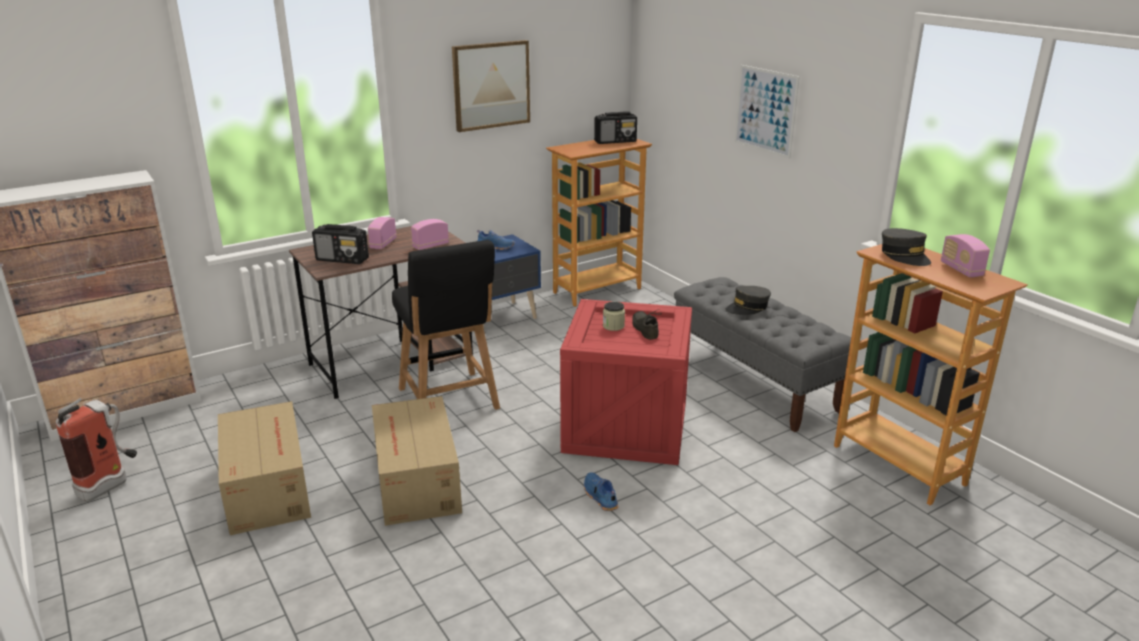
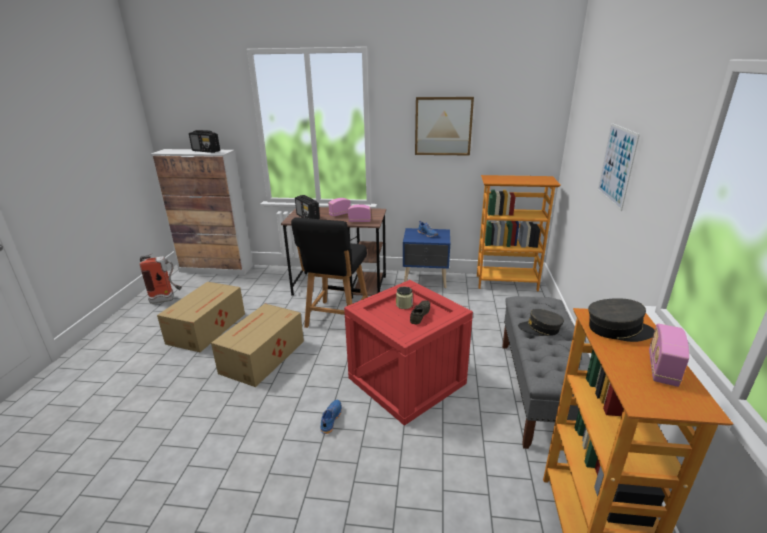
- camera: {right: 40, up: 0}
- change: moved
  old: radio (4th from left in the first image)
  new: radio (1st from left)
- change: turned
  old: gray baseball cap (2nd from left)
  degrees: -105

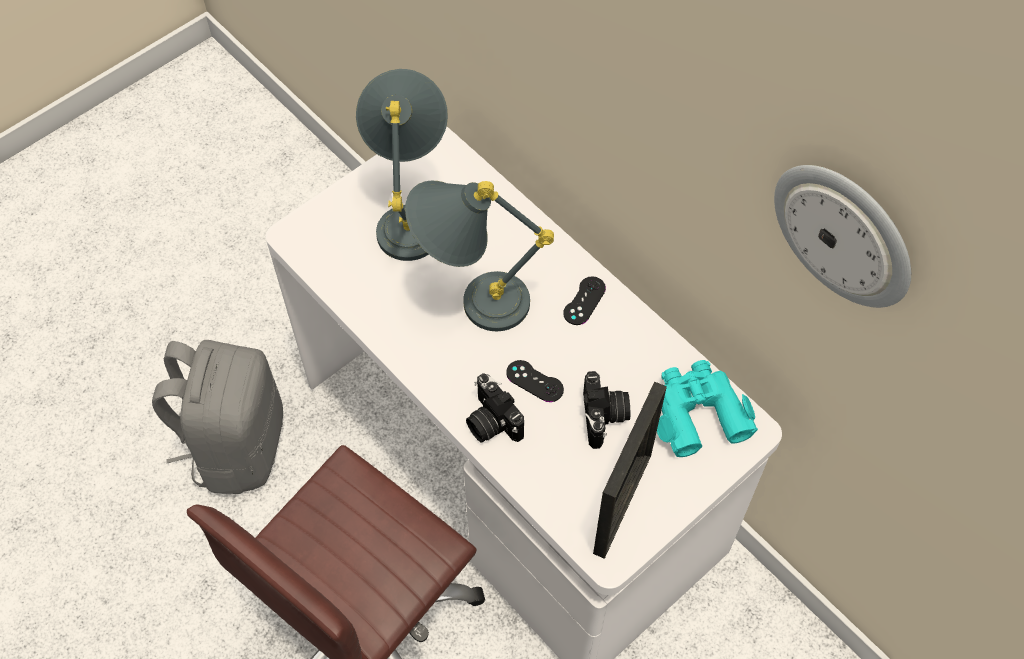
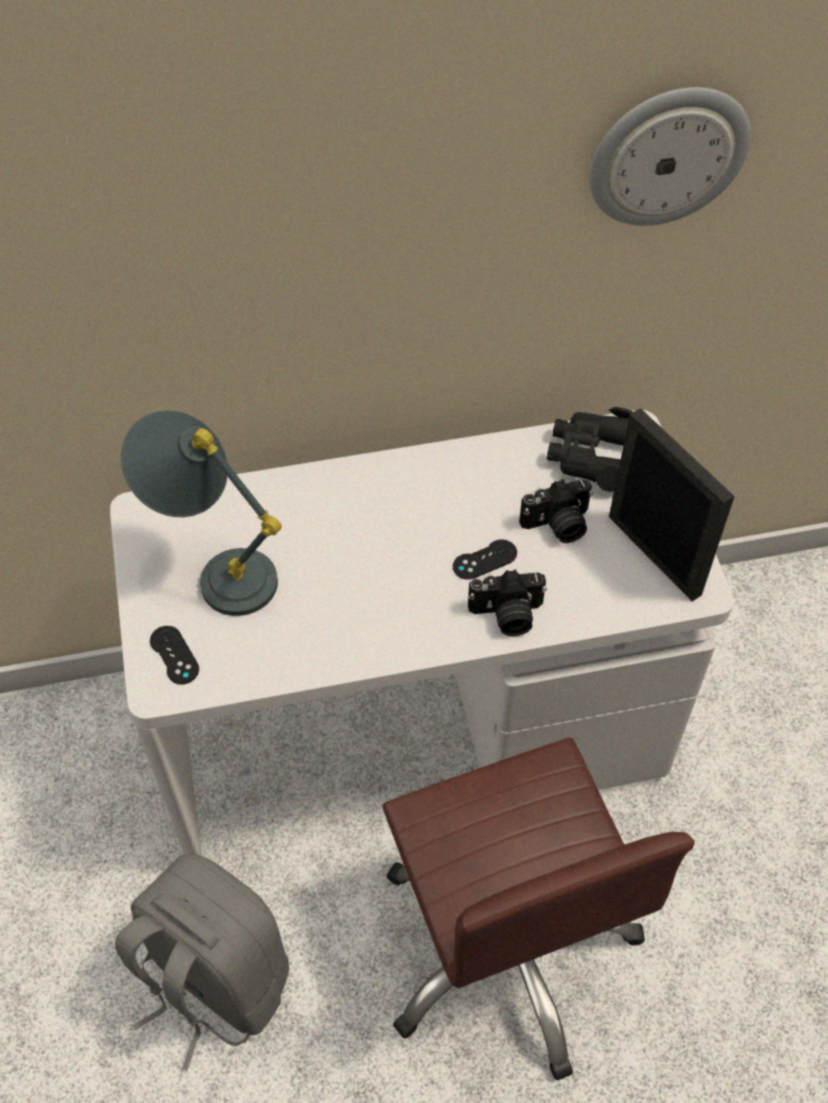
- camera: {right: -60, up: -5}
- change: moved
  old: black-coloured game controller (2nd from left in the first image)
  new: black-coloured game controller (1st from left)
- change: turned
  old: still camera (2nd from left)
  degrees: 135
- change: recoloured
  old: blue-green field glasses
  new: black-coloured field glasses
- change: removed
  old: gray table lamp (2nd from left)

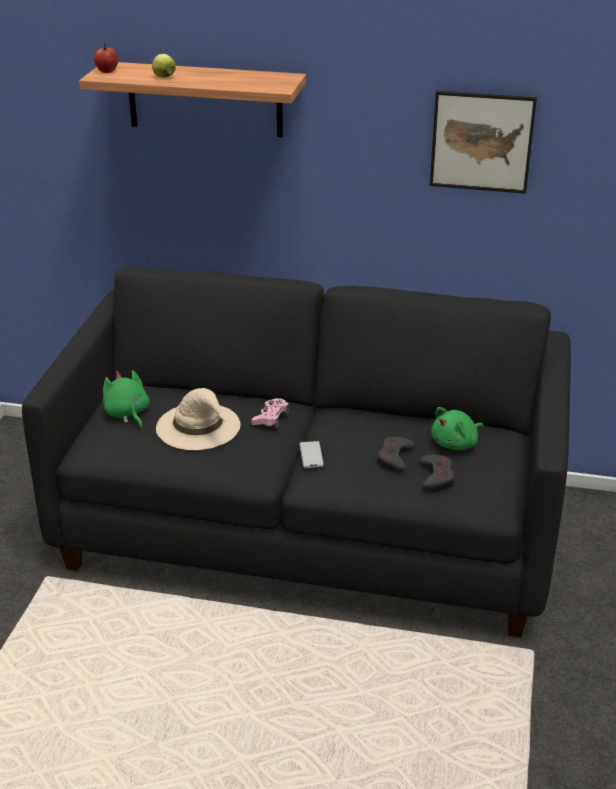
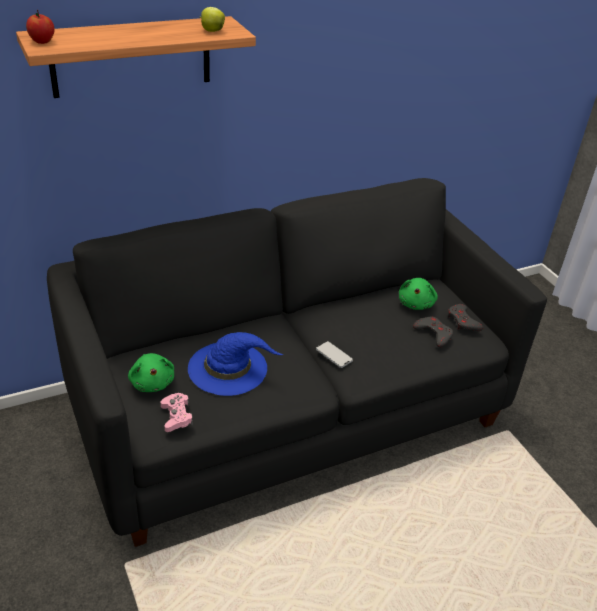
- camera: {right: -40, up: 5}
- change: turned
  old: greenish cuddly toy (1st from left)
  degrees: -135
- change: moved
  old: pink-coloured game controller
- change: recoloured
  old: beige-coloured wearable hat
  new: blue-coloured wearable hat
- change: moved
  old: apple (2nd from left)
- change: moved
  old: gray game controller (1st from left in the first image)
  new: gray game controller (2nd from left)
- change: removed
  old: picture

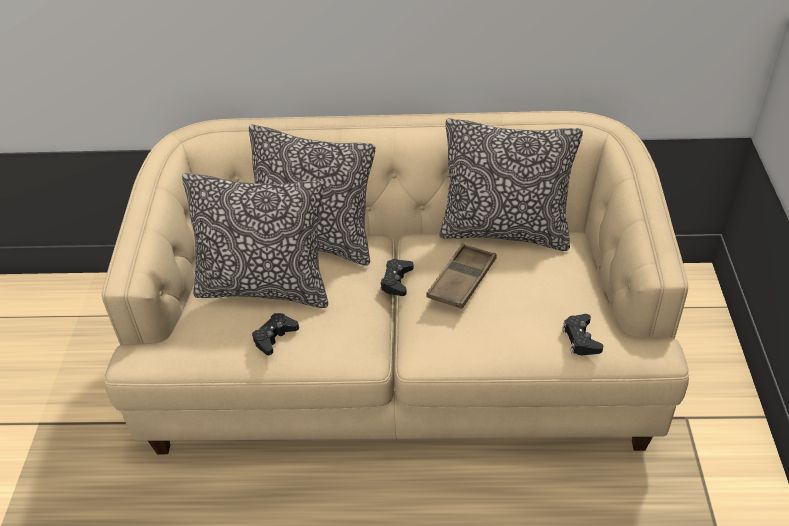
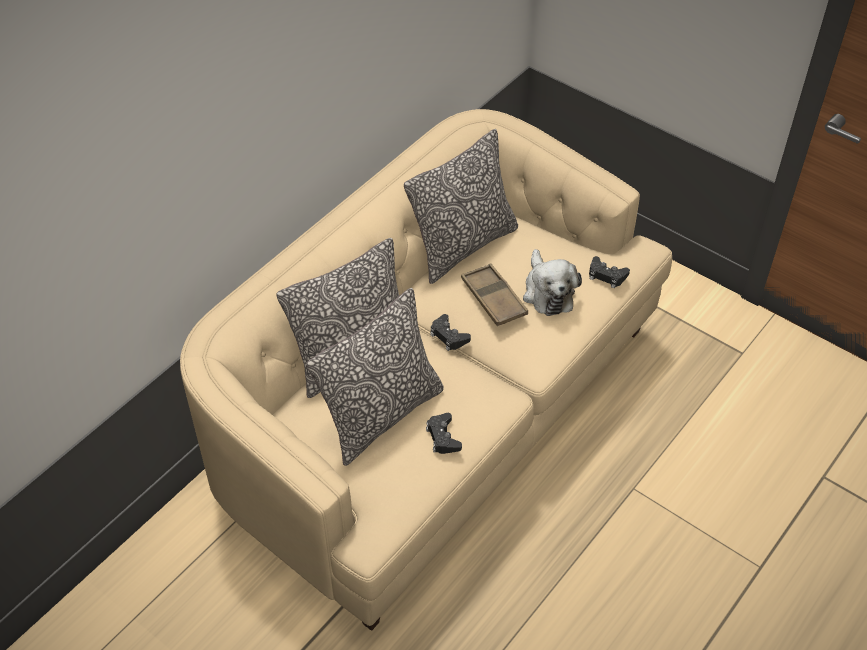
- camera: {right: -55, up: 5}
- change: added
  new: cuddly toy

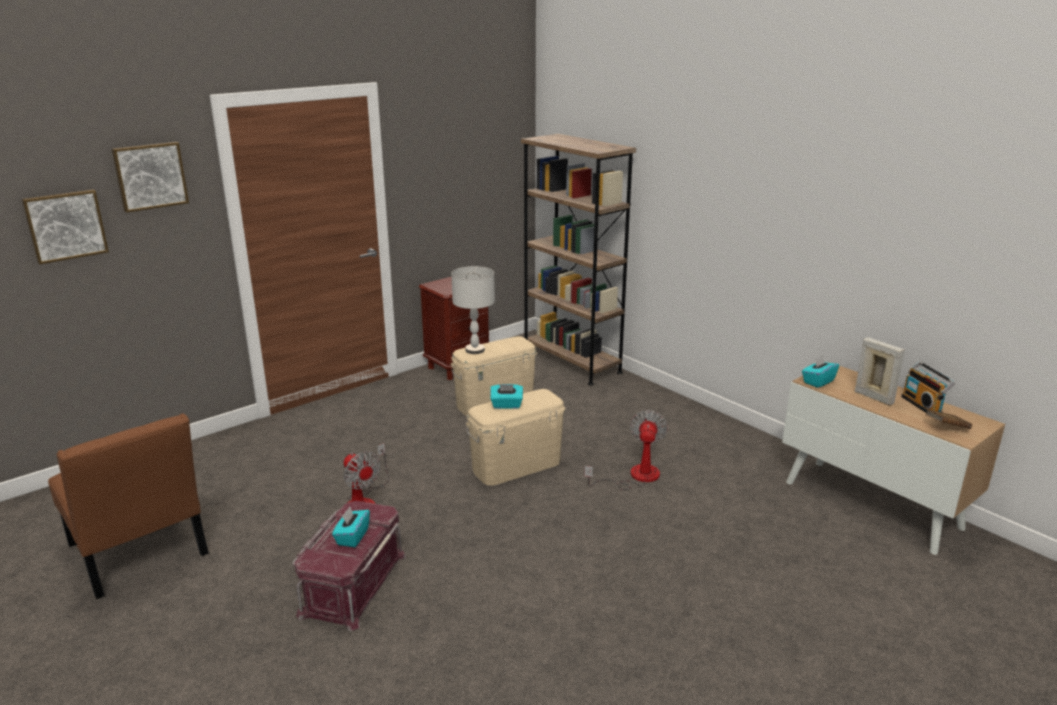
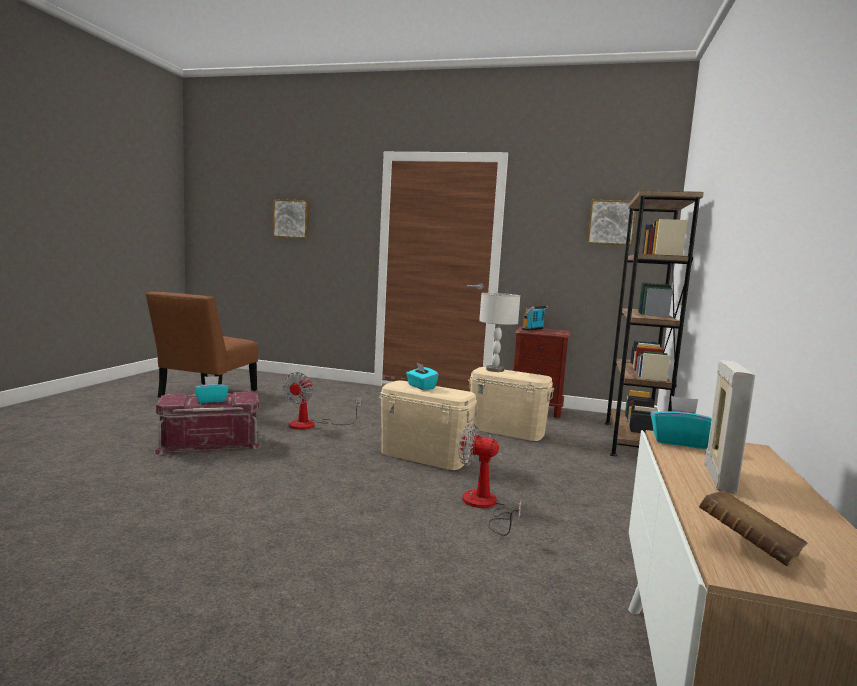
- camera: {right: 55, up: -15}
- change: turned
  old: cooling fan (2nd from left)
  degrees: -135
- change: moved
  old: radio
- change: moved
  old: picture (2nd from left)

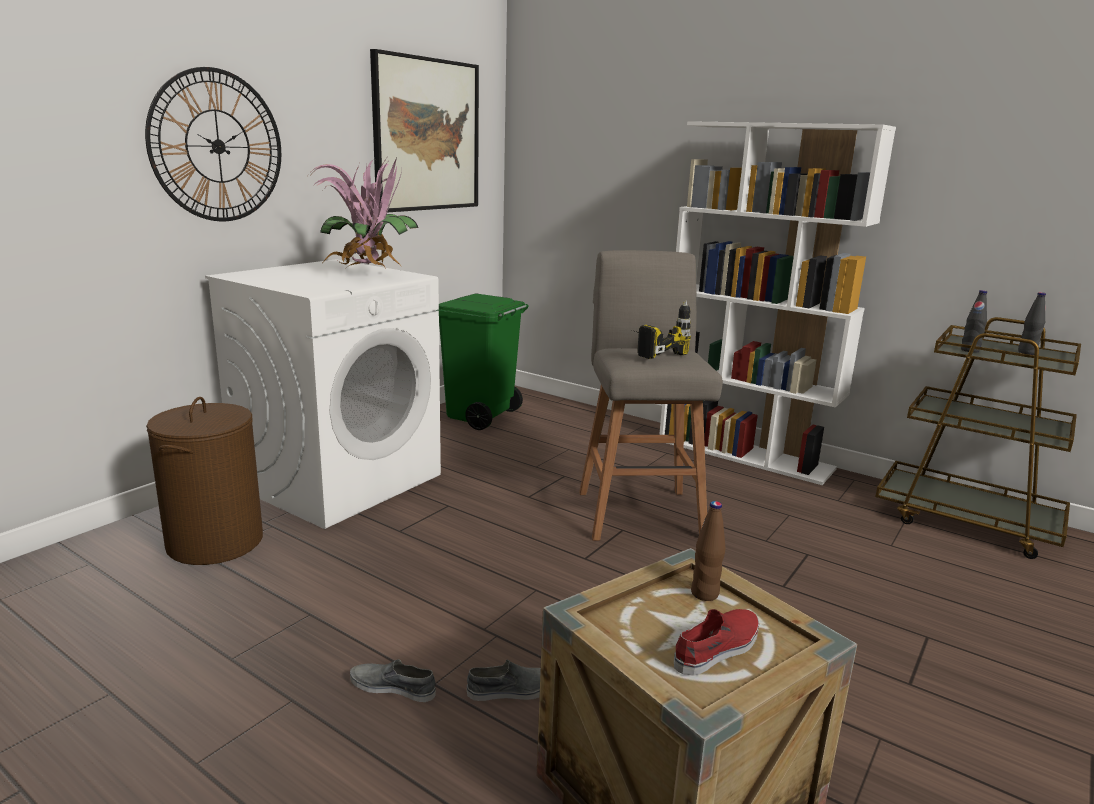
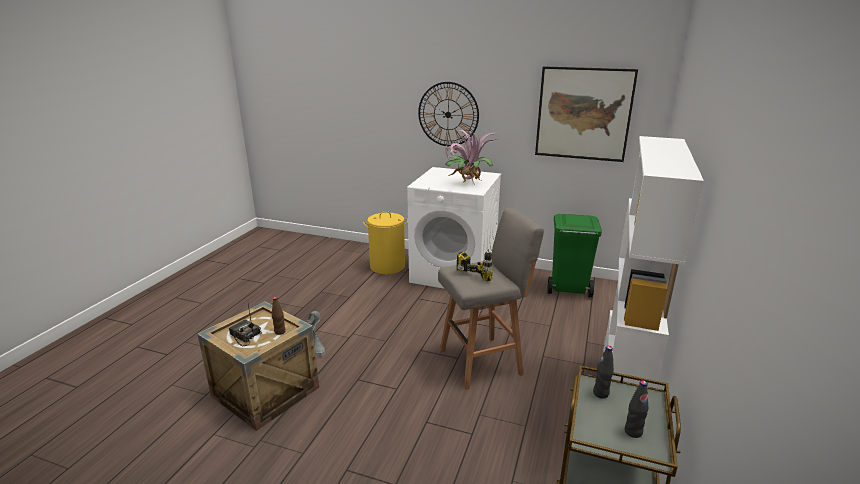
- camera: {right: 75, up: 5}
- change: replaced
  old: reddish low shoe
  new: radio
- change: recoloured
  old: brown washing basket
  new: yellow washing basket

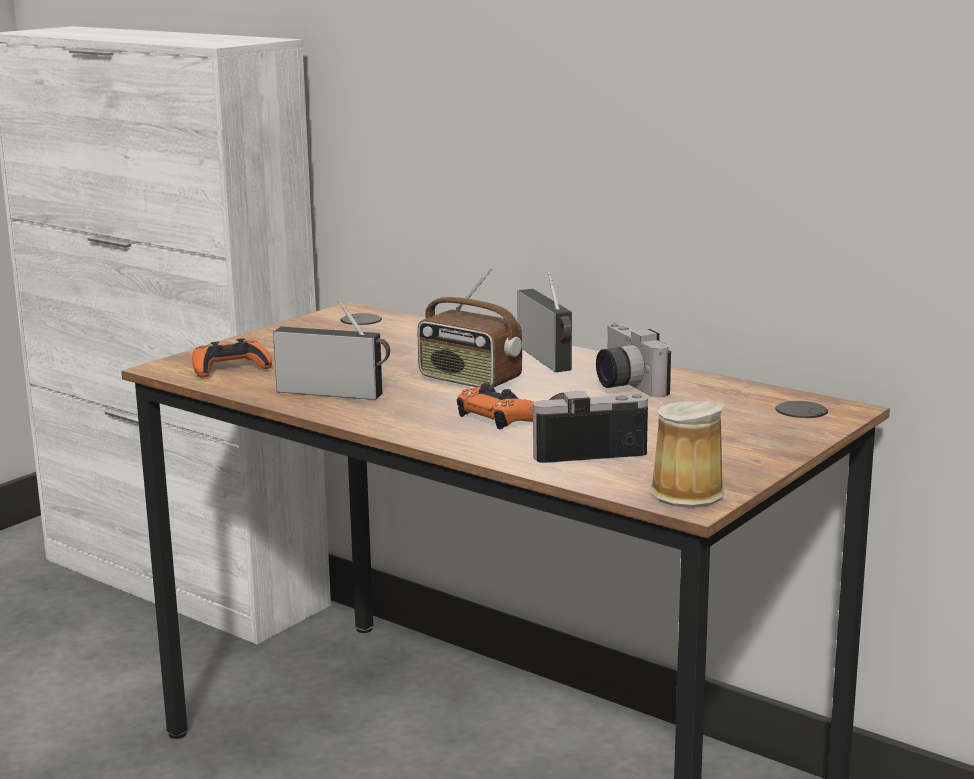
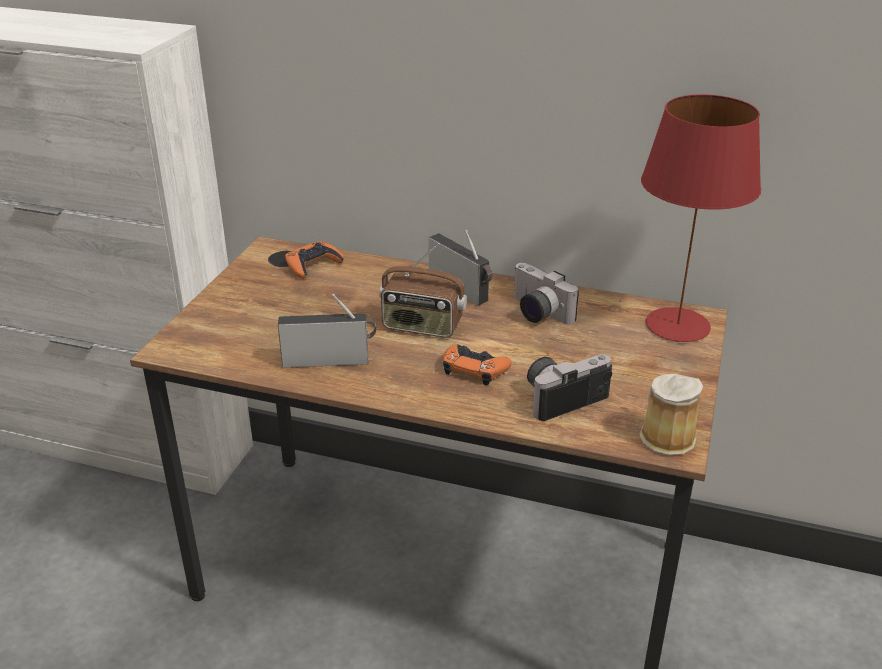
- camera: {right: -20, up: 15}
- change: moved
  old: orangey game controller (1st from left)
- change: added
  new: reddish table lamp

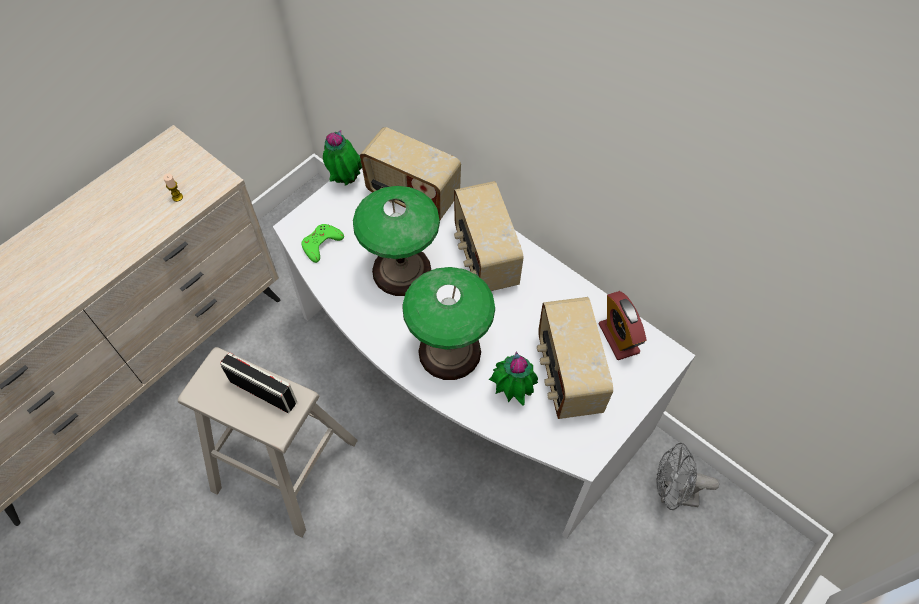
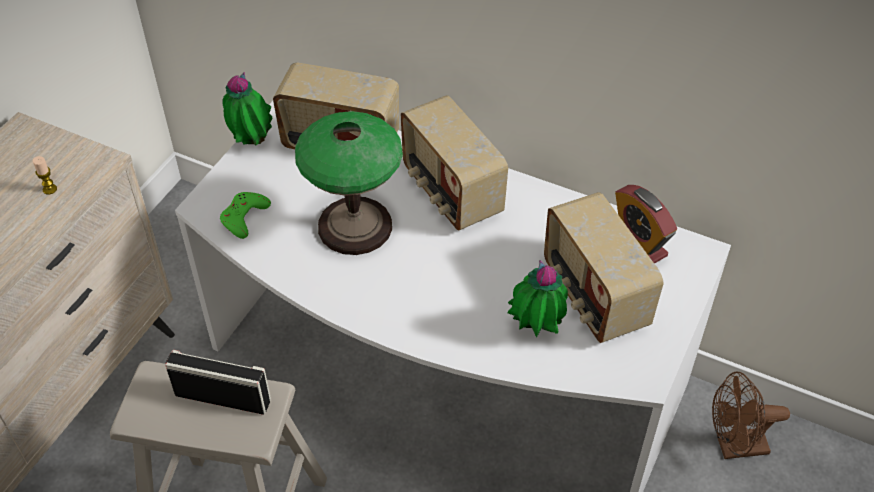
- camera: {right: -15, up: -10}
- change: recoloured
  old: gray cooling fan
  new: brown cooling fan
- change: removed
  old: table lamp (2nd from left)

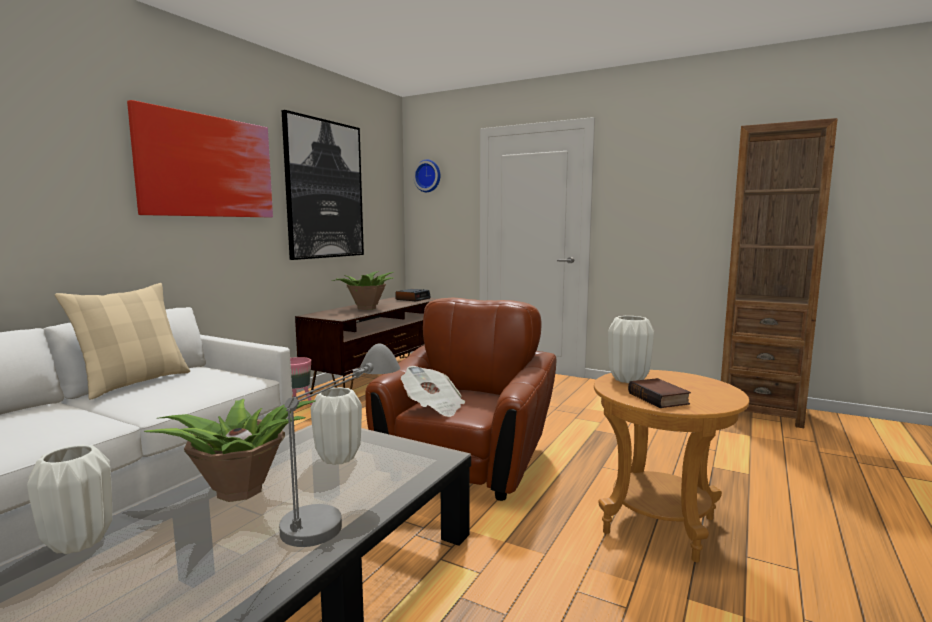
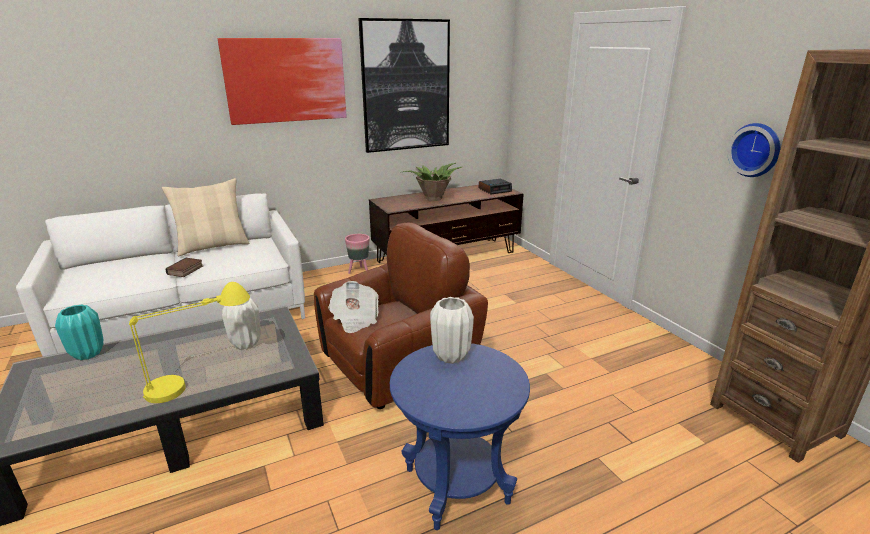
- camera: {right: 35, up: 15}
- change: recoloured
  old: white-coloured flower vase (1st from left)
  new: blue-green flower vase
- change: recoloured
  old: gray table lamp
  new: yellow table lamp
- change: moved
  old: volume
- change: recoloured
  old: brown side table
  new: blue-coloured side table
- change: moved
  old: hanging clock
- change: removed
  old: potted plant (1st from left)

